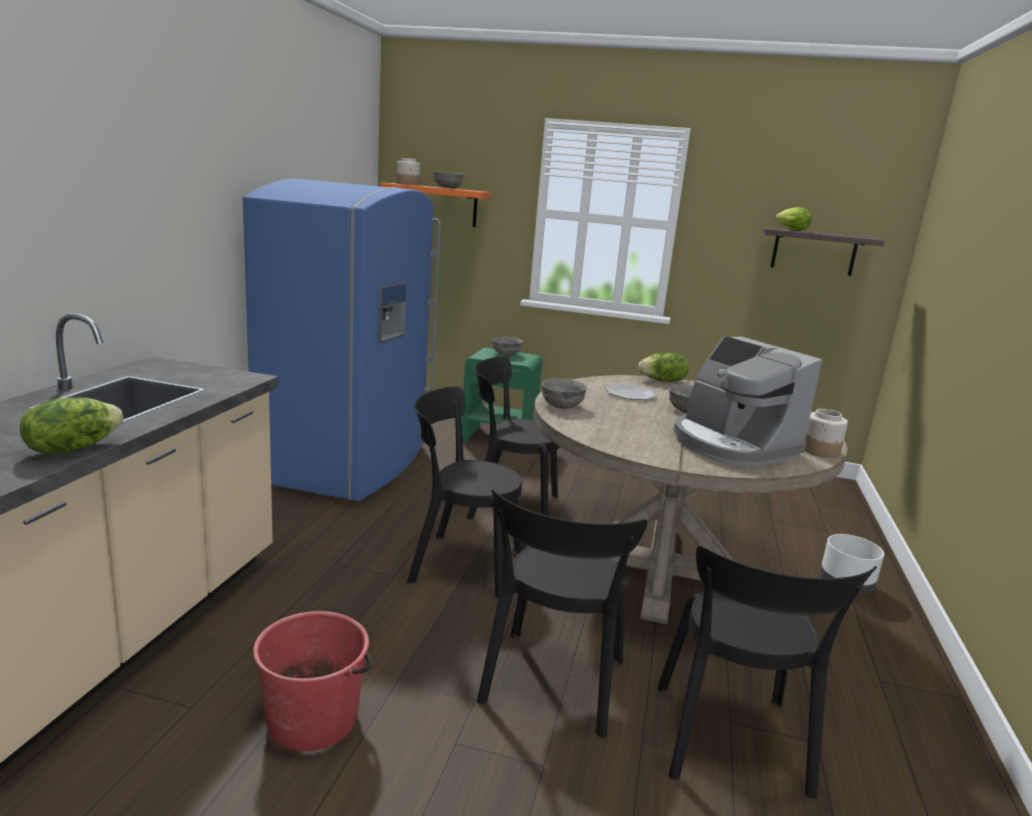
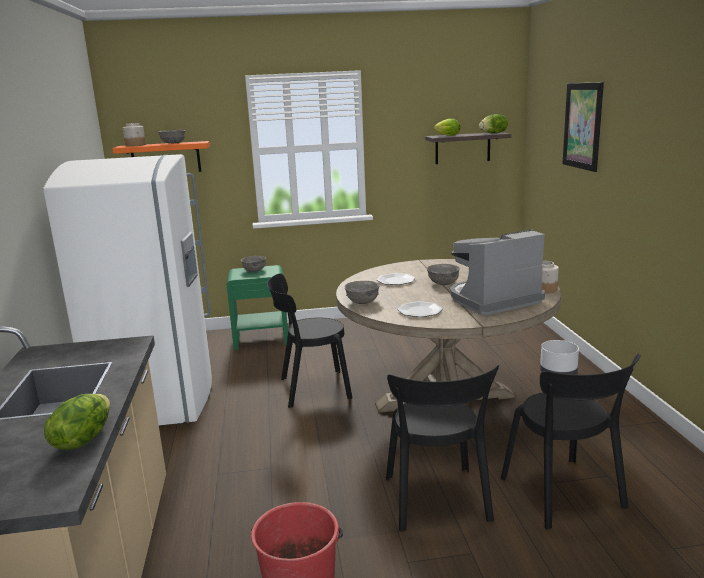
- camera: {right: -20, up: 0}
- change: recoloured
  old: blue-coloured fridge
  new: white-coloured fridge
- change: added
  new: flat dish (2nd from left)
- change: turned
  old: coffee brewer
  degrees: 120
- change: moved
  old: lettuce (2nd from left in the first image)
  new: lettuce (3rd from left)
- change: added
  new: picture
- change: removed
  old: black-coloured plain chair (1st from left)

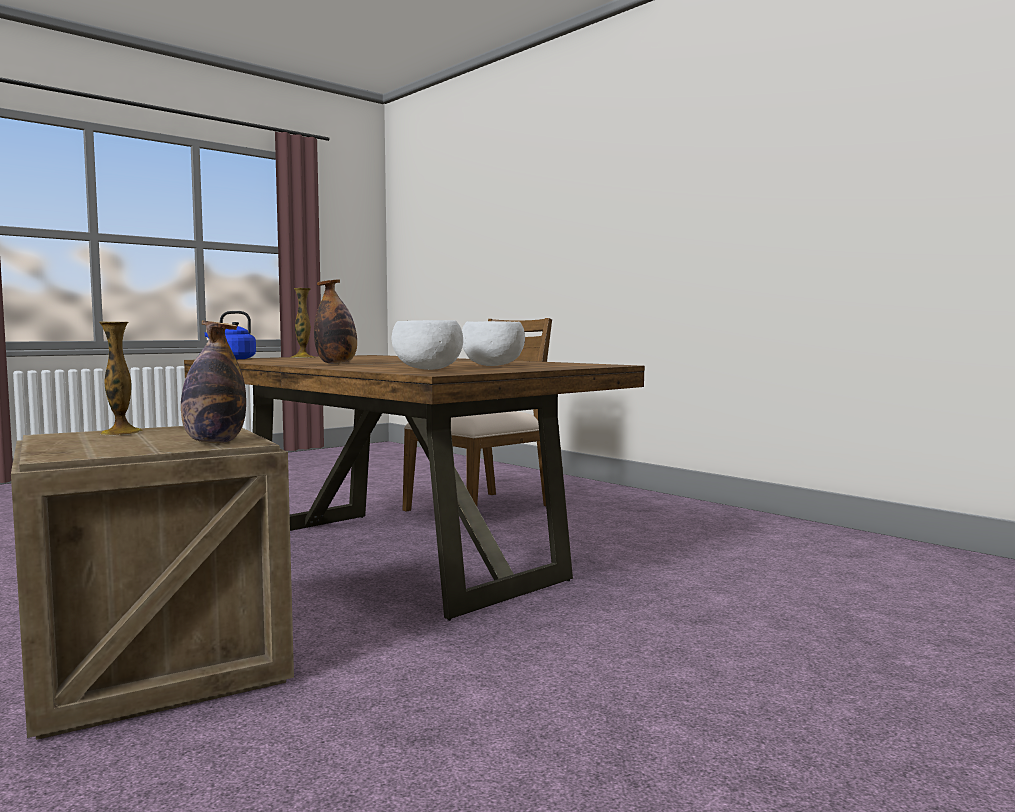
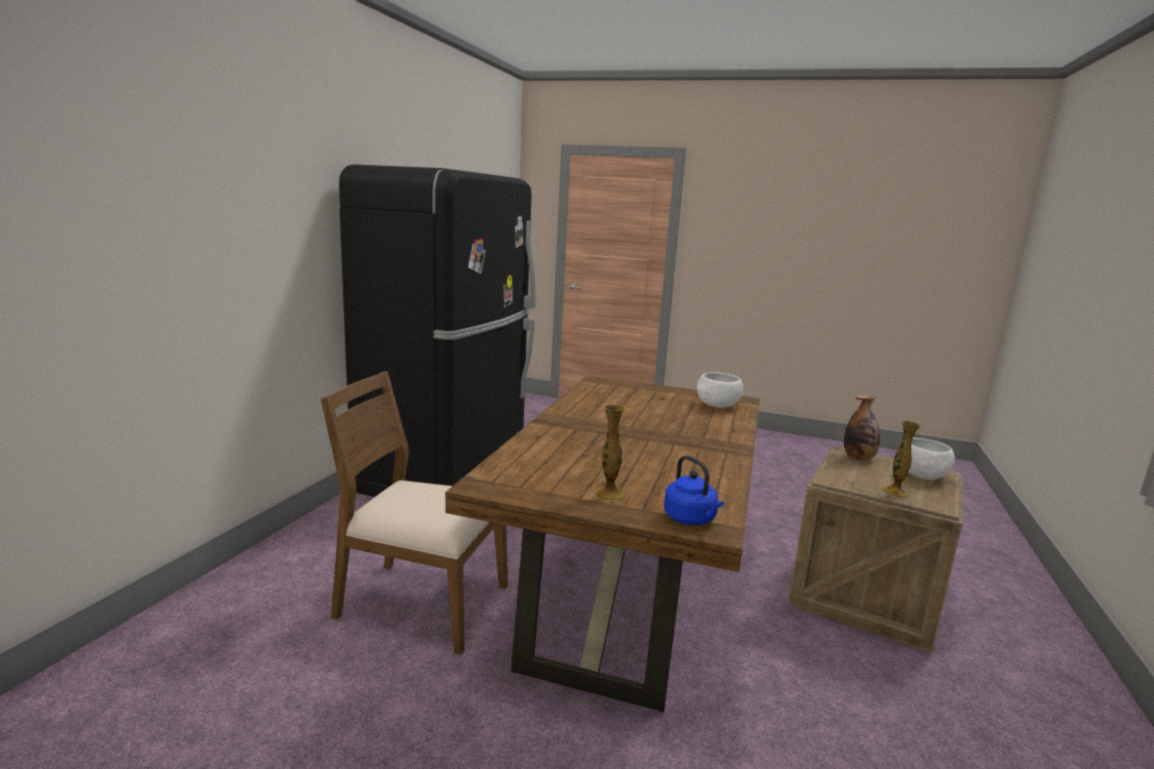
- camera: {right: -120, up: 10}
- change: added
  new: black-coloured fridge
- change: moved
  old: white-coloured deep dish (2nd from left)
- change: removed
  old: beverage bottle (2nd from left)

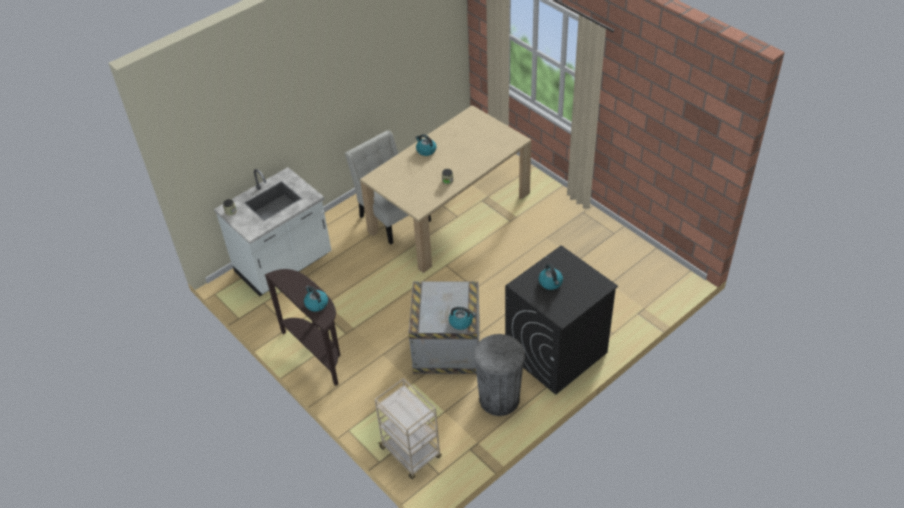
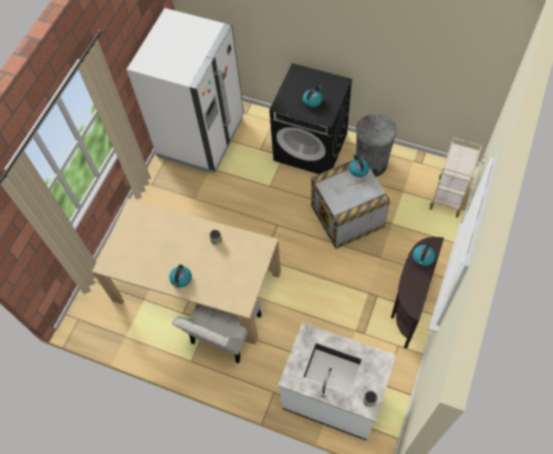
- camera: {right: -115, up: 15}
- change: added
  new: white-coloured fridge

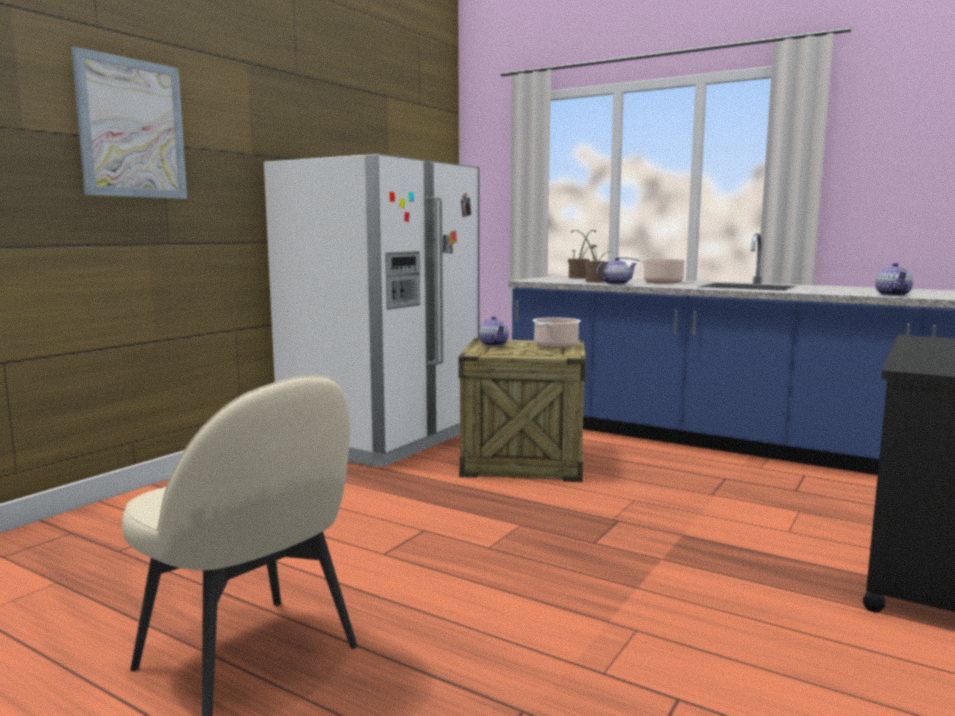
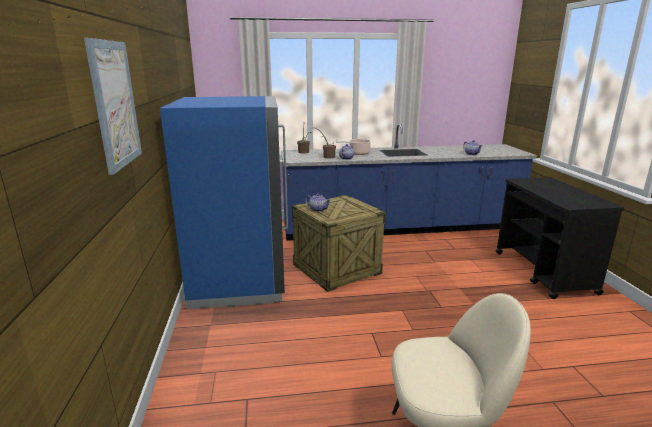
- camera: {right: -40, up: 10}
- change: recoloured
  old: white-coloured fridge
  new: blue-coloured fridge
- change: removed
  old: stockpot (1st from left)

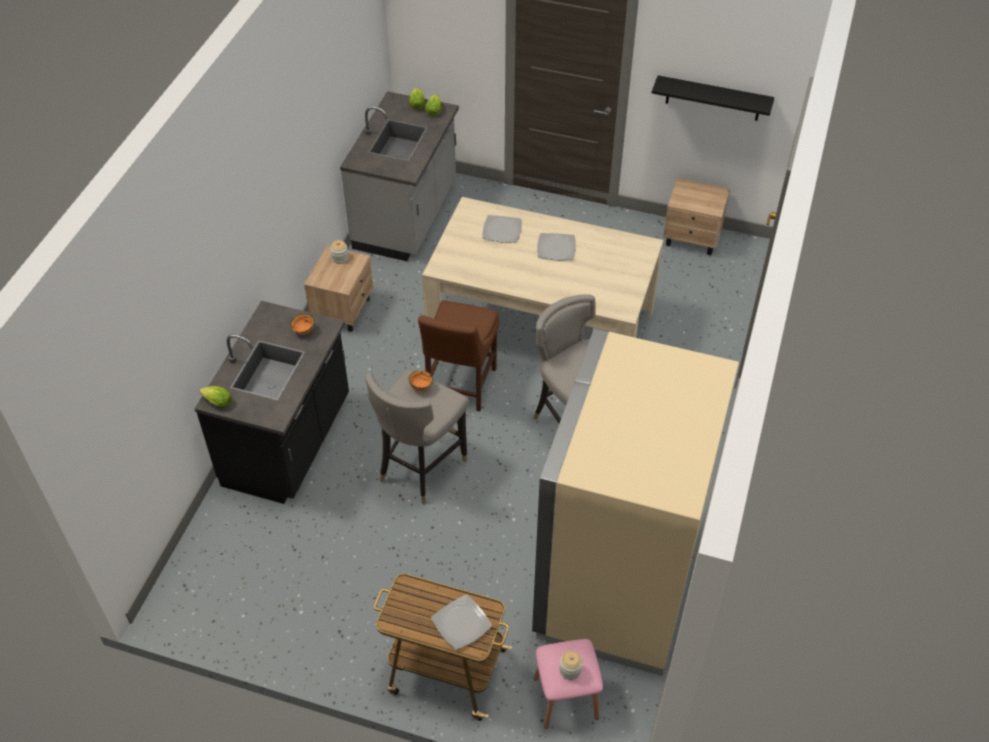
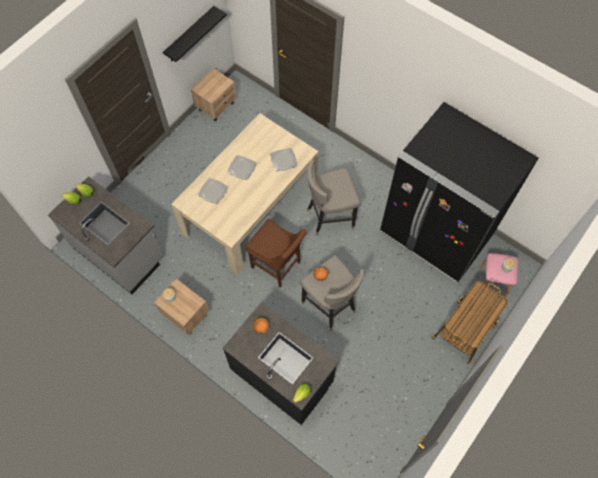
- camera: {right: -70, up: 15}
- change: moved
  old: flat dish (1st from left in the first image)
  new: flat dish (3rd from left)
- change: recoloured
  old: beige-coloured fridge
  new: black-coloured fridge

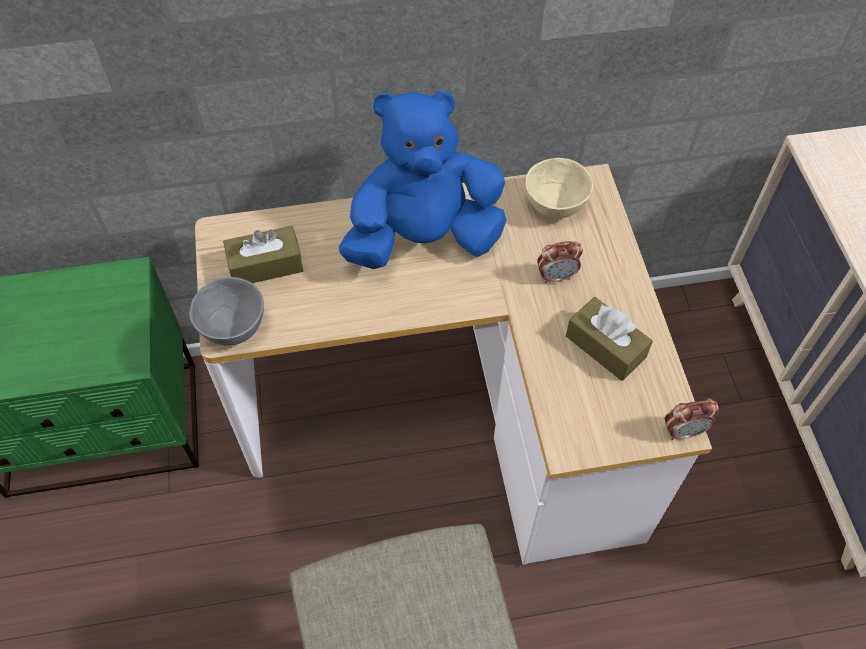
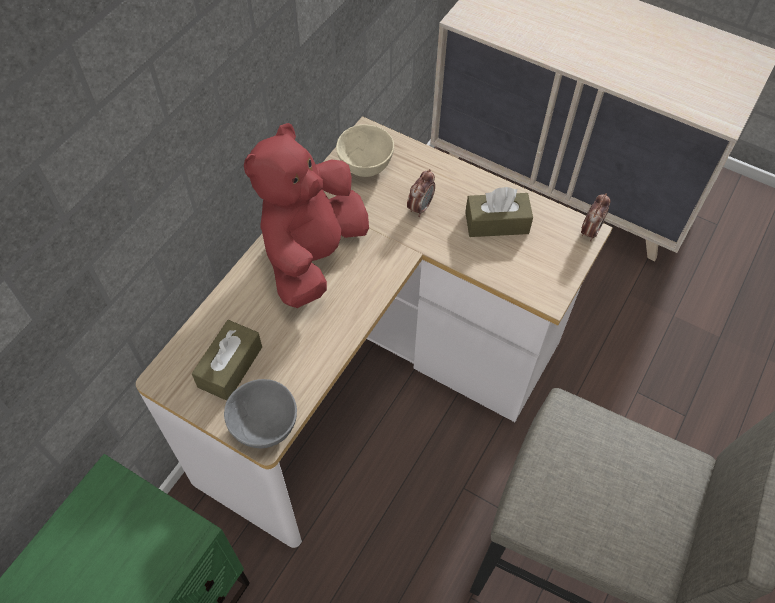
- camera: {right: -50, up: 0}
- change: recoloured
  old: blue-coloured cuddly toy
  new: reddish cuddly toy

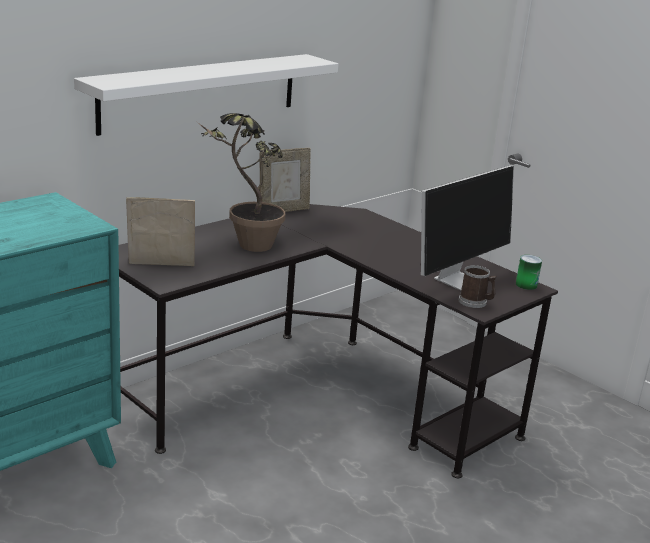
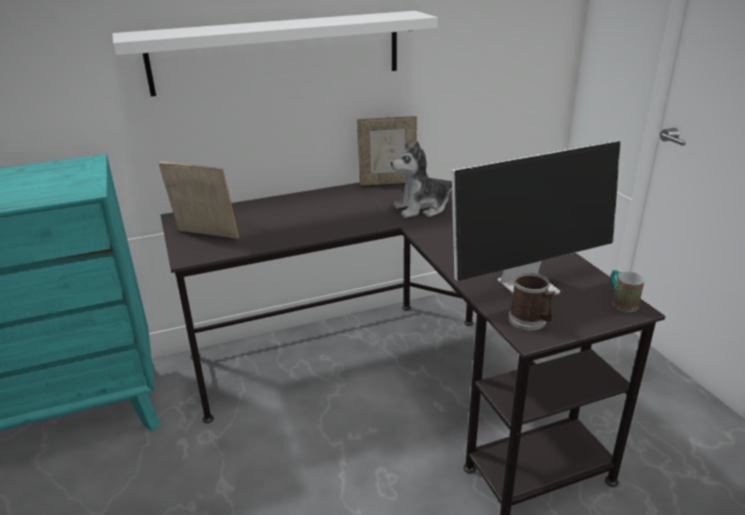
- camera: {right: 25, up: 5}
- change: added
  new: cuddly toy
- change: replaced
  old: metal can
  new: mug (2nd from left)
- change: removed
  old: potted plant

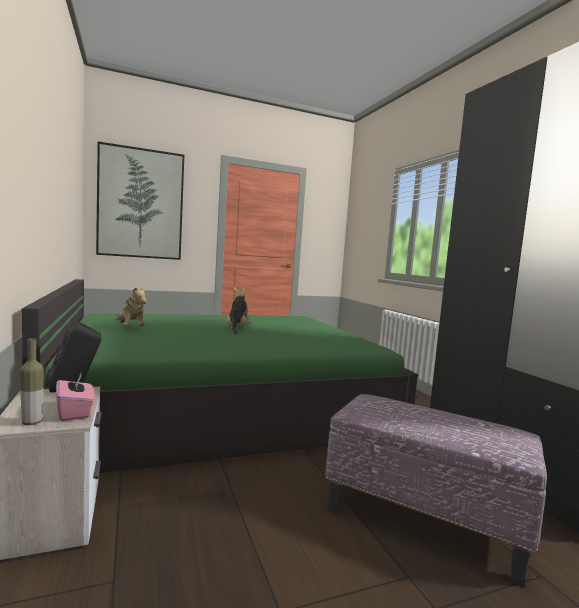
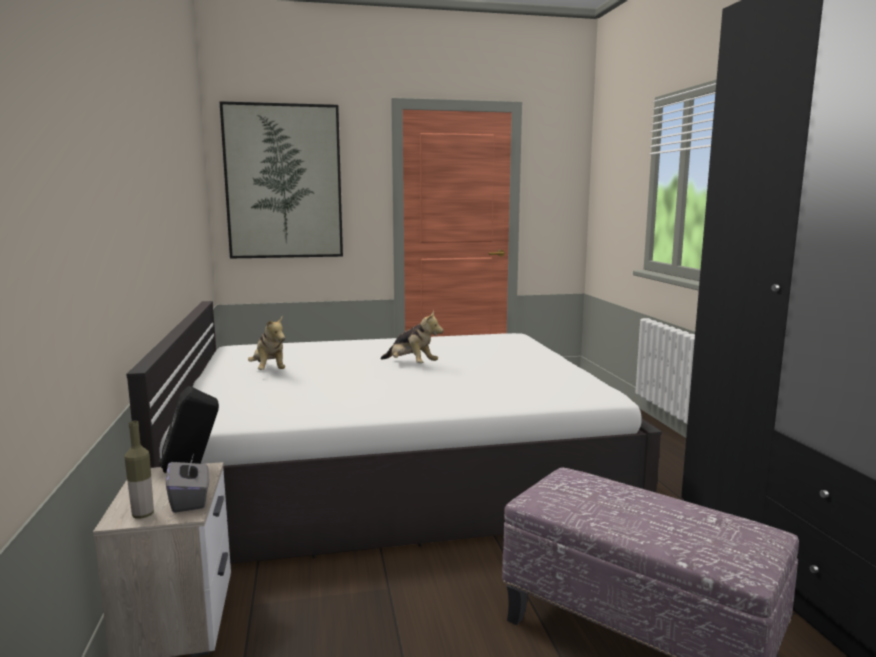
- camera: {right: 10, up: 5}
- change: recoloured
  old: greenish bed
  new: white-coloured bed
- change: recoloured
  old: pink-coloured box of tissues
  new: gray box of tissues
- change: turned
  old: cuddly toy (2nd from left)
  degrees: 120

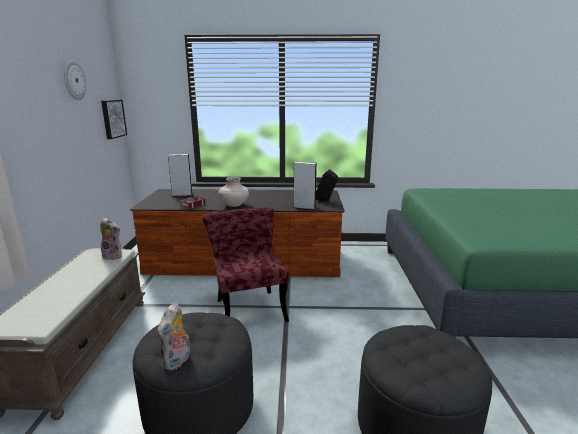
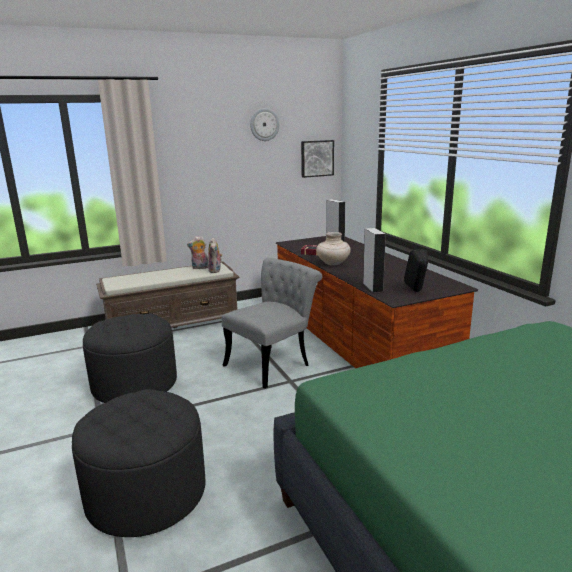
- camera: {right: 65, up: 0}
- change: moved
  old: cuddly toy (2nd from left in the first image)
  new: cuddly toy (1st from left)
- change: recoloured
  old: reddish plain chair
  new: gray plain chair

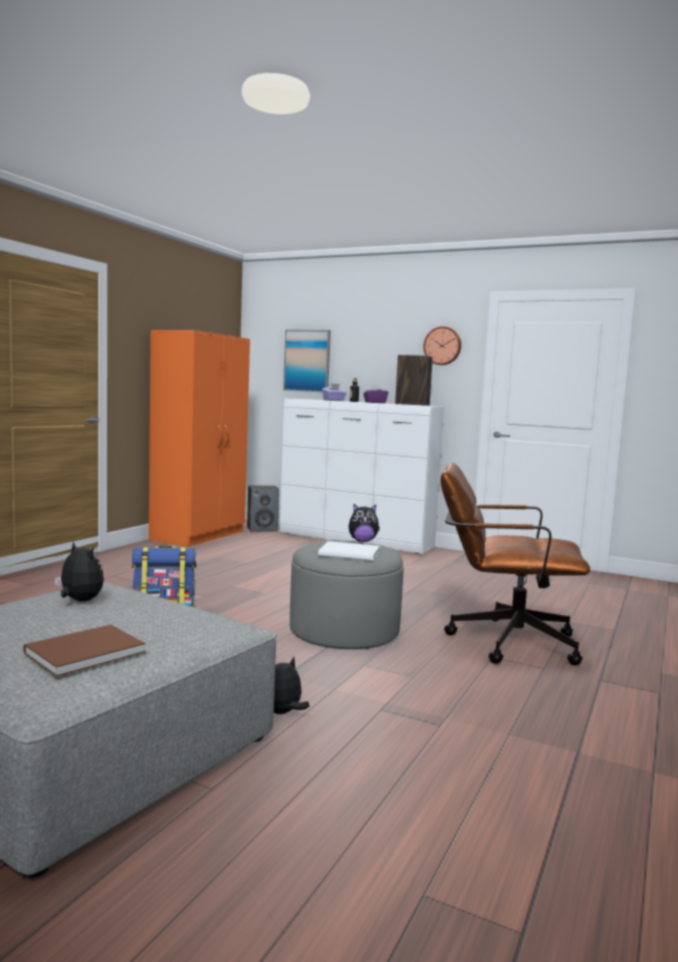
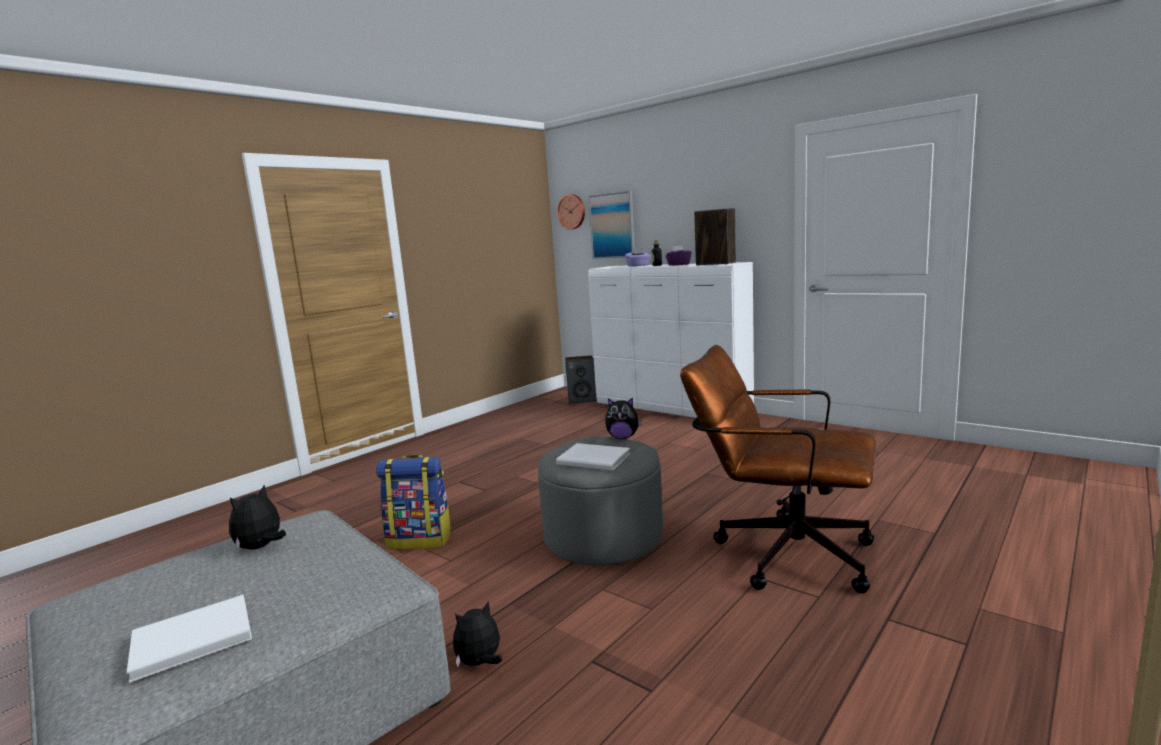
- camera: {right: 15, up: 5}
- change: recoloured
  old: brown volume
  new: white-coloured volume (1st from left)
- change: turned
  old: cuddly toy (1st from left)
  degrees: -105
- change: moved
  old: hanging clock
- change: removed
  old: orangey wardrobe

